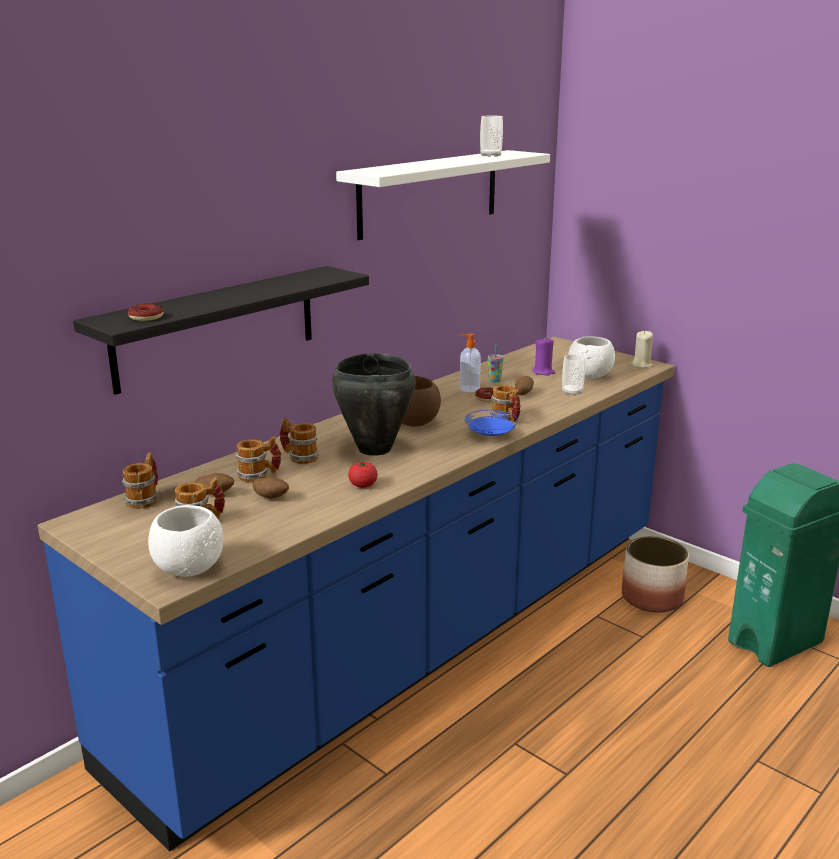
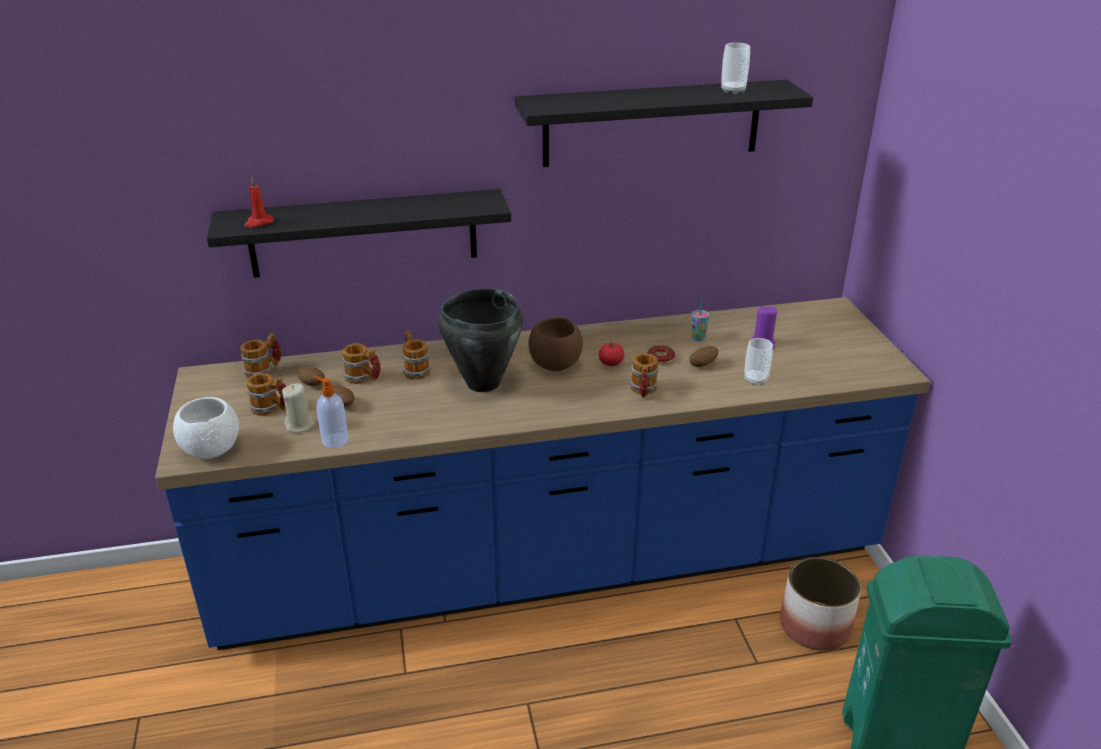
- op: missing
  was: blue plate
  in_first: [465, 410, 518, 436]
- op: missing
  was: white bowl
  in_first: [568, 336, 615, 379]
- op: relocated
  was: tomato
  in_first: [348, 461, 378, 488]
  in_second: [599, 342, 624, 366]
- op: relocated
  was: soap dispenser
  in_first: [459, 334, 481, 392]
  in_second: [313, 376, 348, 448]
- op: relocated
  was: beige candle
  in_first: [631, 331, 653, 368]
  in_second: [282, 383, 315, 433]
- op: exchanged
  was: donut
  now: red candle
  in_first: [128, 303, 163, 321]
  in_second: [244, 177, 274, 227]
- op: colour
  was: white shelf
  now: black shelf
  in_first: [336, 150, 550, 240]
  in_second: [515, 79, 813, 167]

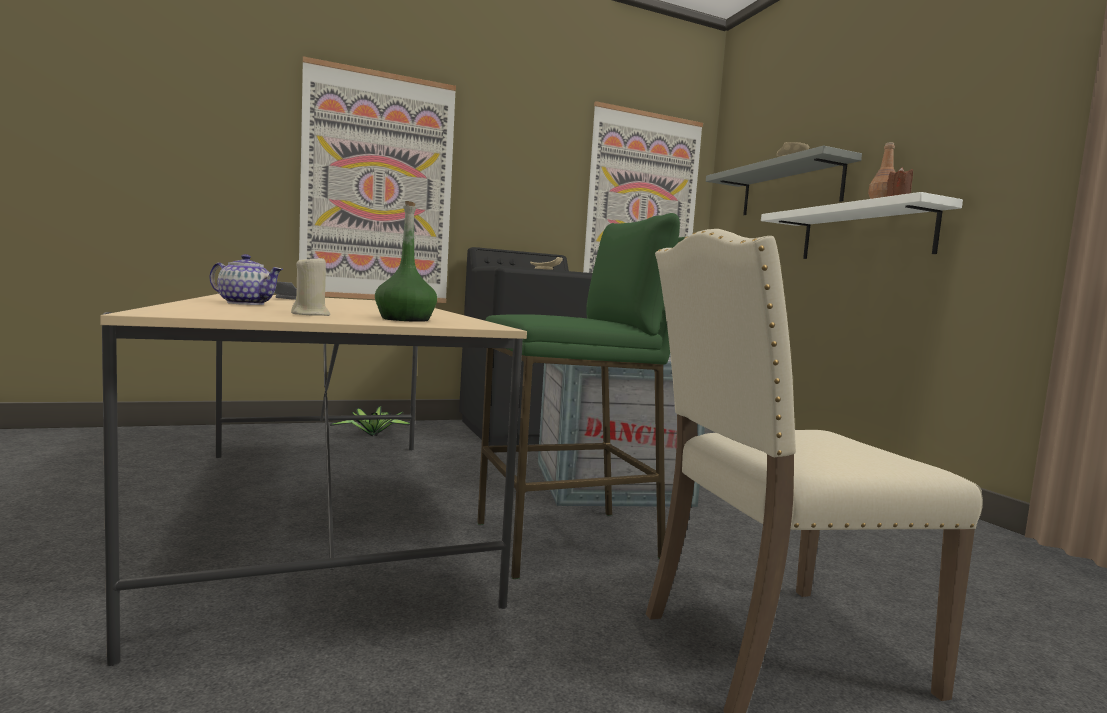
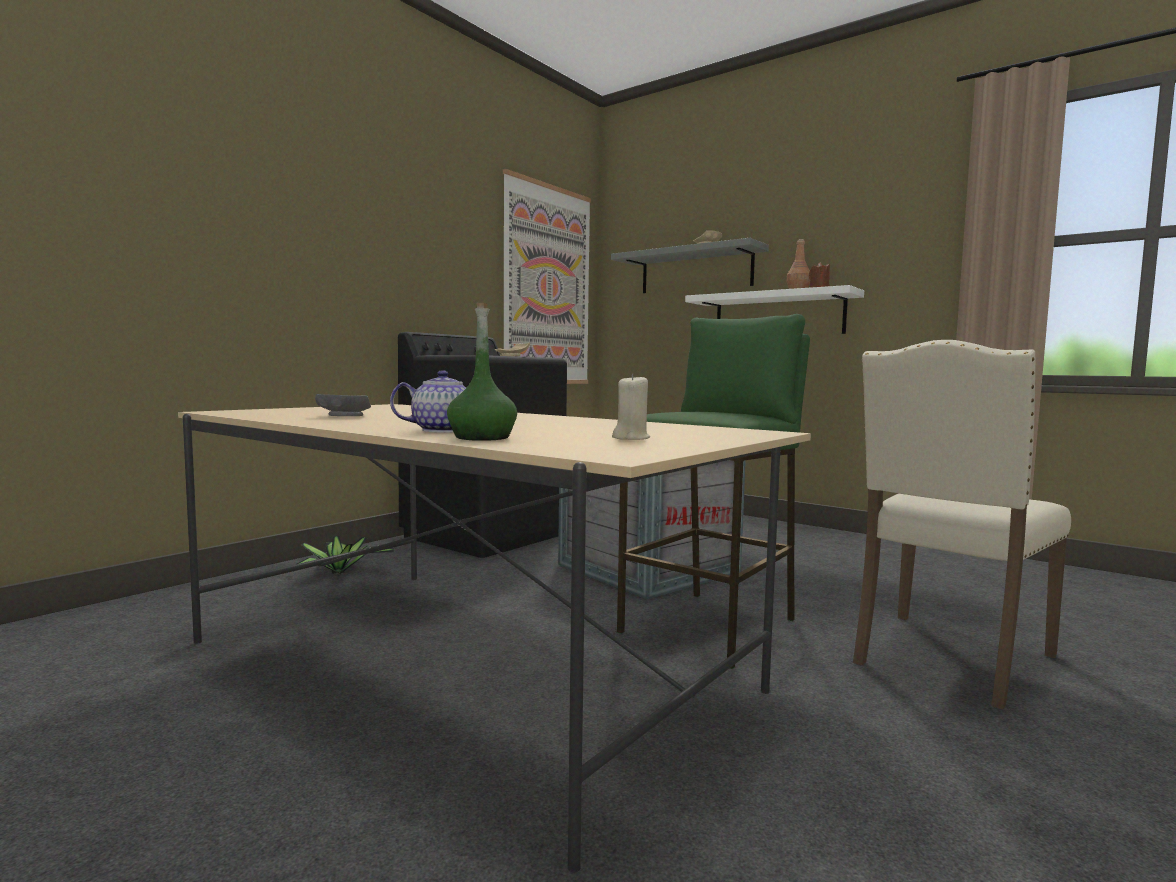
- op: missing
  was: picture
  in_first: [299, 56, 456, 303]
- op: relocated
  was: green bottle
  in_first: [375, 201, 437, 322]
  in_second: [447, 303, 517, 441]

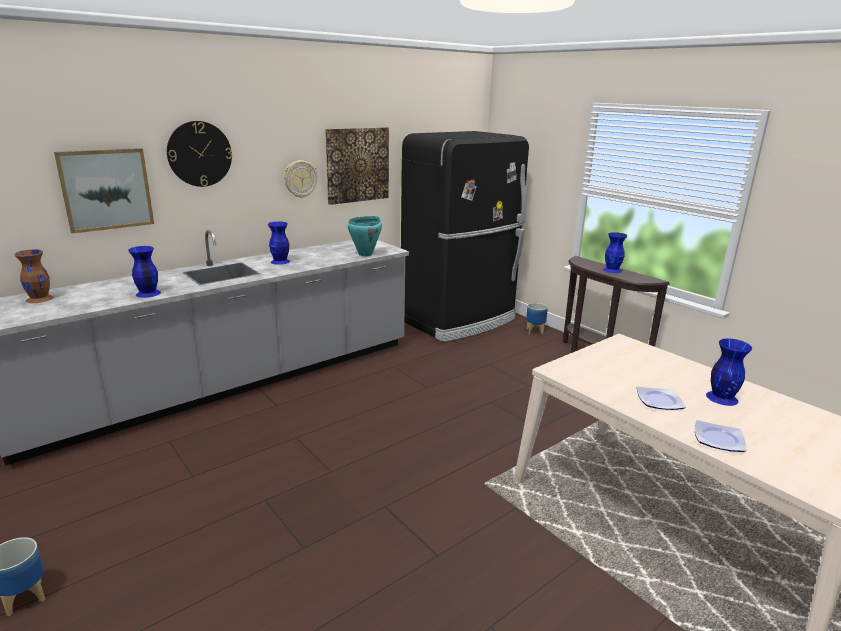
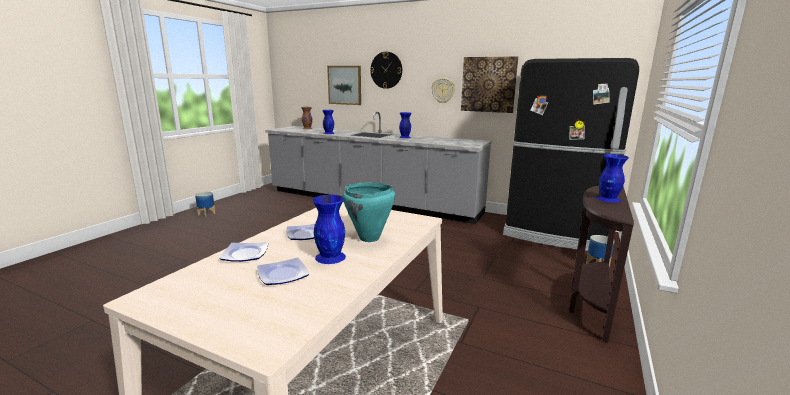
- op: appeared
  now: plate
  in_second: [257, 258, 309, 285]
- op: relocated
  was: turquoise cooking pot
  in_first: [348, 216, 382, 256]
  in_second: [343, 182, 395, 242]

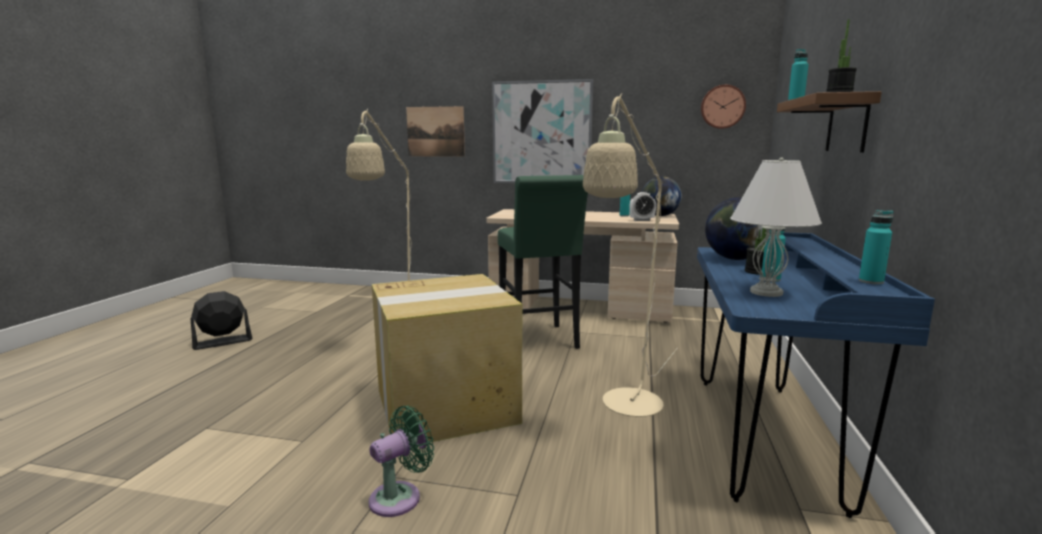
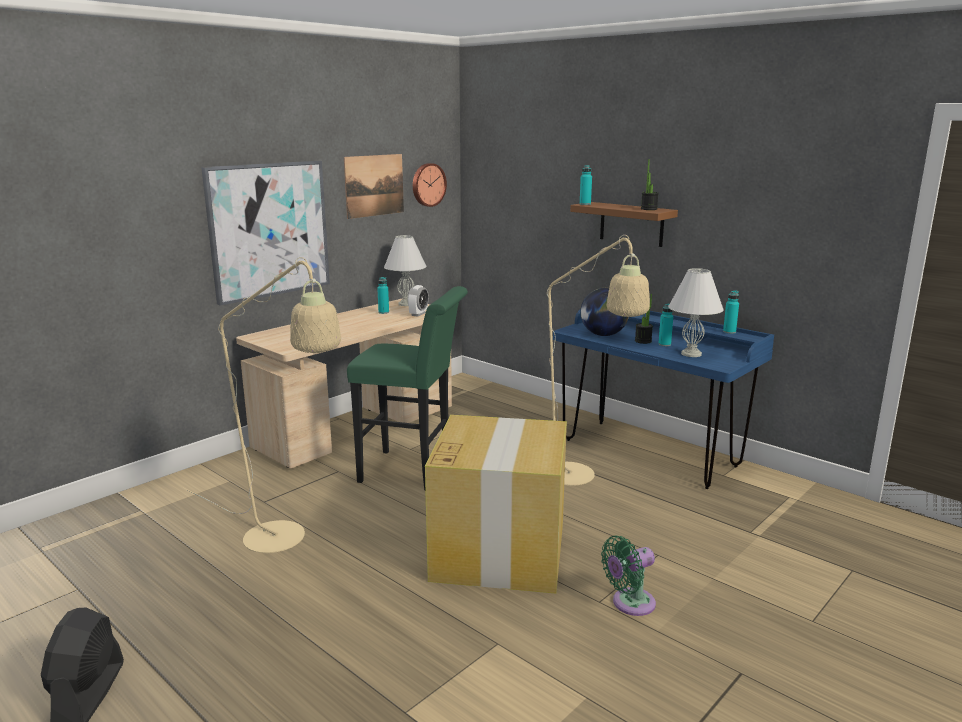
- op: relocated
  was: picture
  in_first: [406, 106, 465, 157]
  in_second: [344, 154, 404, 219]
- op: exchanged
  was: globe
  now: white table lamp
  in_first: [642, 176, 682, 216]
  in_second: [384, 235, 427, 306]
- op: spun
  was: green fan
  in_first: [369, 406, 434, 517]
  in_second: [601, 536, 656, 616]
  clockwise: -105

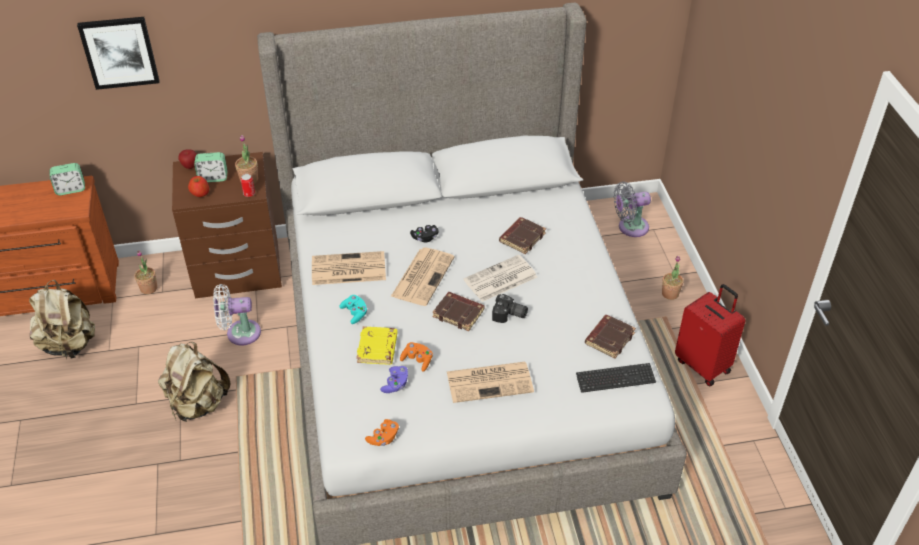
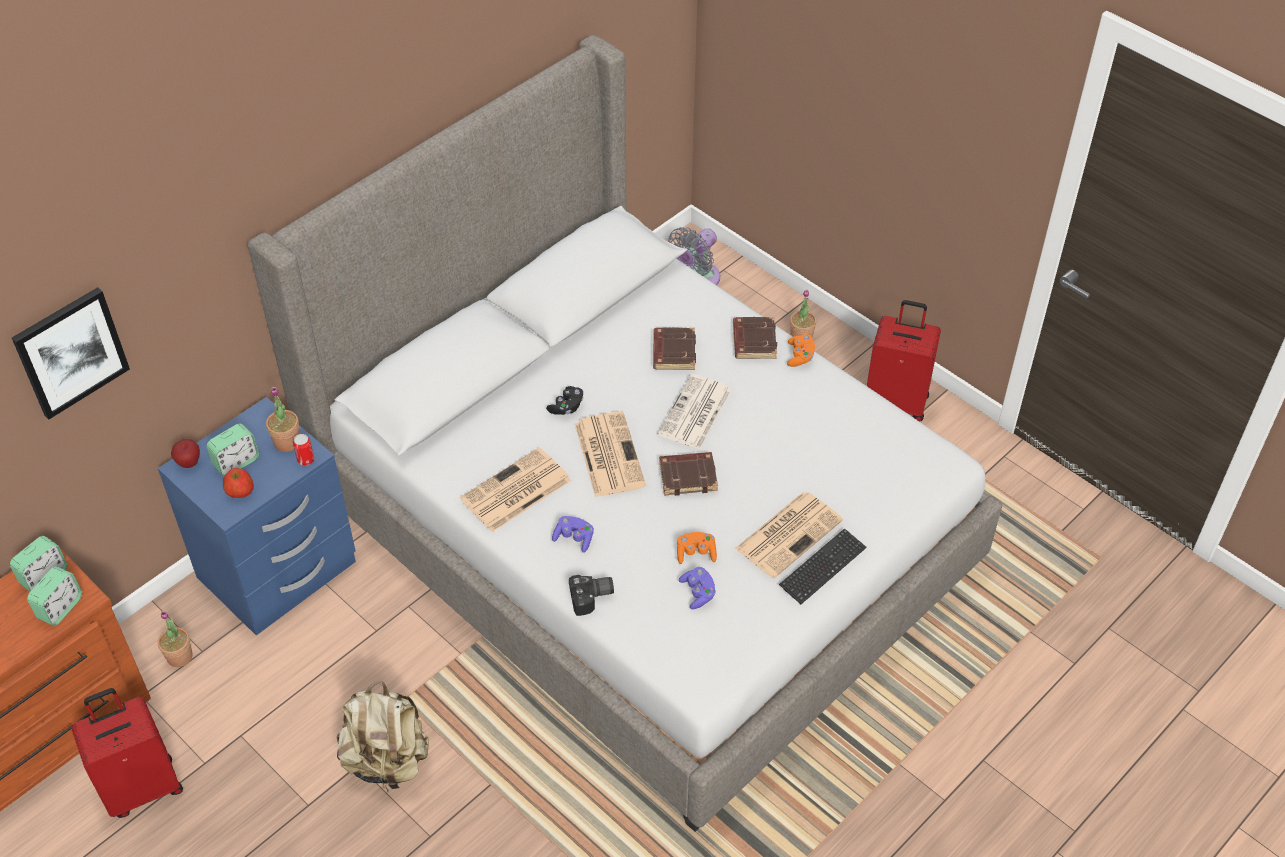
- op: missing
  was: white fan
  in_first: [213, 284, 261, 345]
- op: missing
  was: yellow book
  in_first: [357, 326, 398, 365]
- op: appeared
  now: alarm clock
  in_second: [27, 566, 82, 626]
- op: relocated
  was: orange game controller
  in_first: [365, 419, 399, 446]
  in_second: [787, 334, 815, 367]
- op: relocated
  was: photo camera
  in_first: [492, 294, 528, 323]
  in_second: [569, 575, 614, 616]
- op: relocated
  was: keyboard
  in_first: [576, 363, 656, 393]
  in_second: [779, 528, 866, 604]
- op: relocated
  was: brown book
  in_first: [585, 315, 636, 359]
  in_second: [733, 317, 777, 359]
- op: exchanged
  was: beige backpack
  now: red suitcase
  in_first: [29, 280, 95, 359]
  in_second: [71, 688, 183, 818]
- op: colour
  was: brown nightstand
  now: blue nightstand
  in_first: [172, 152, 282, 298]
  in_second: [158, 397, 356, 635]
- op: colour
  was: turquoise game controller
  now: purple game controller
  in_first: [339, 295, 368, 324]
  in_second: [552, 516, 594, 553]

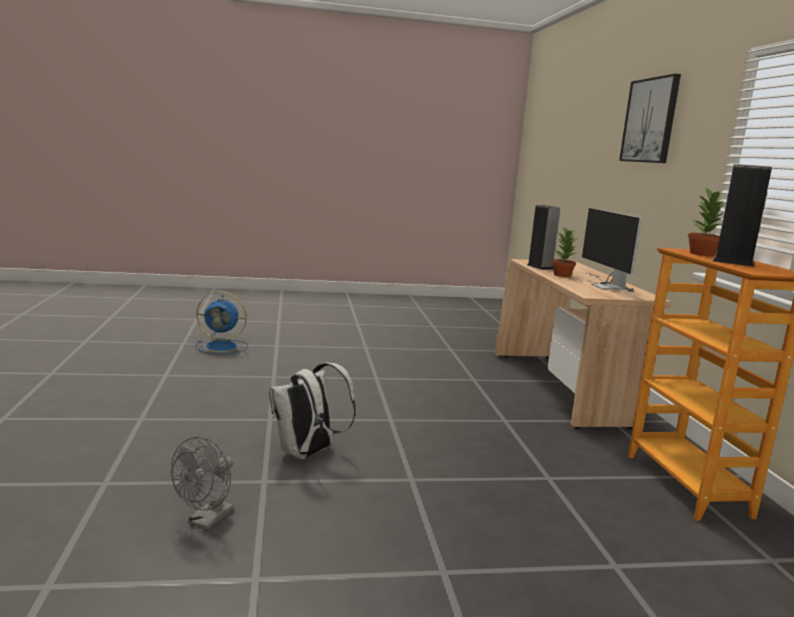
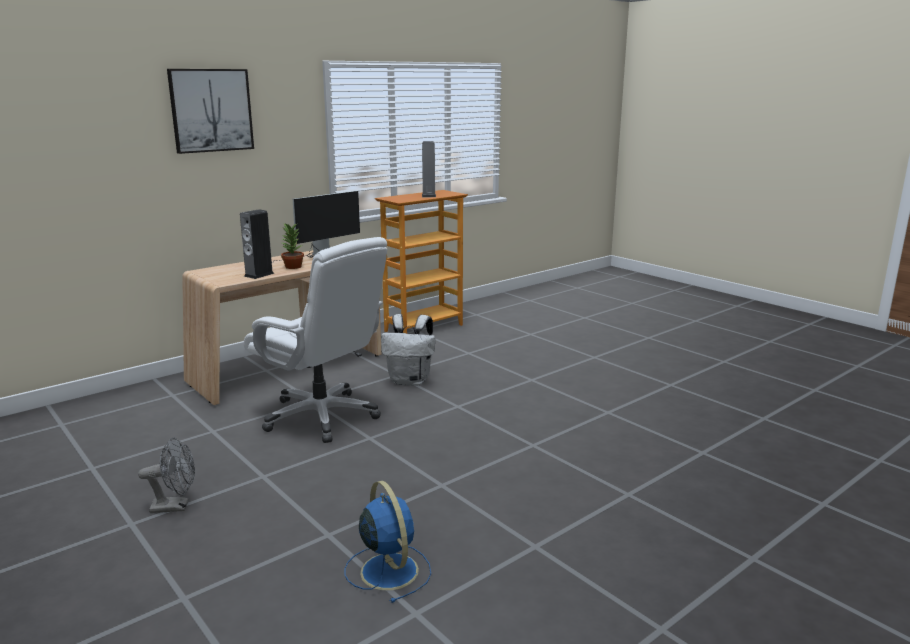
- op: missing
  was: potted plant
  in_first: [688, 186, 725, 256]
- op: appeared
  now: white office chair
  in_second: [244, 237, 387, 443]
- op: relocated
  was: grey fan
  in_first: [171, 437, 234, 530]
  in_second: [138, 437, 195, 513]
- op: relocated
  was: white backpack
  in_first: [269, 362, 356, 460]
  in_second: [381, 314, 435, 385]

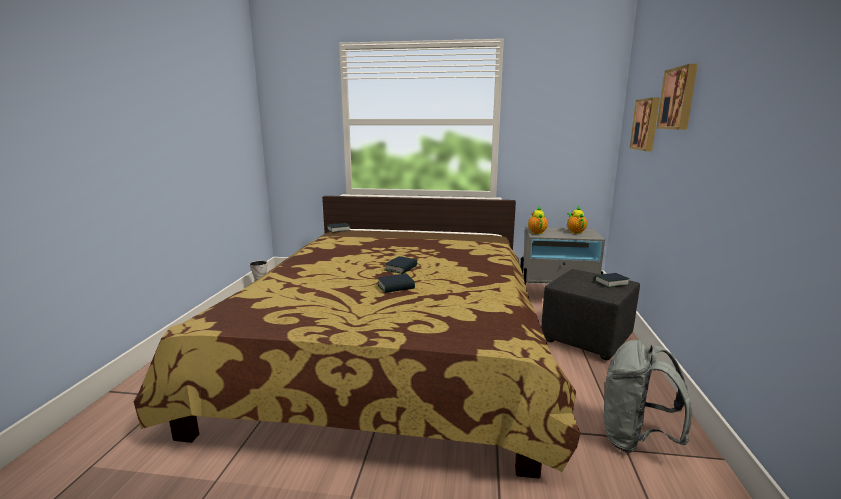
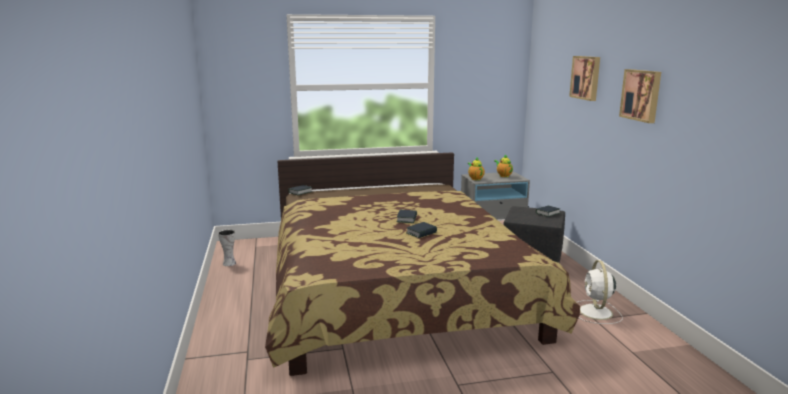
- op: relocated
  was: picture
  in_first: [630, 97, 660, 151]
  in_second: [619, 69, 661, 123]
- op: exchanged
  was: grey backpack
  now: white fan
  in_first: [604, 340, 693, 453]
  in_second: [576, 260, 623, 324]

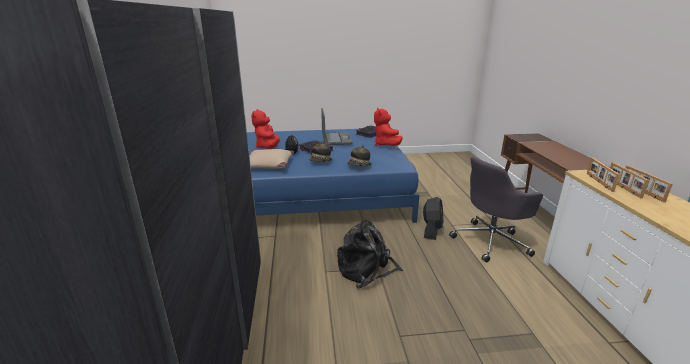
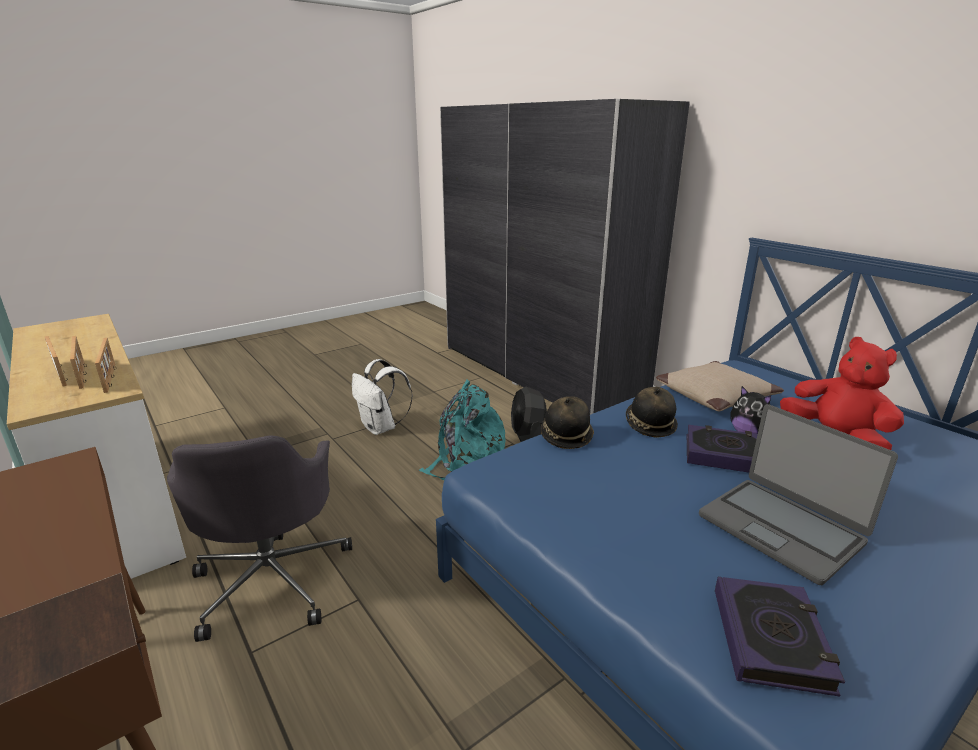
- op: missing
  was: red plush toy
  in_first: [374, 108, 403, 146]
- op: appeared
  now: white backpack
  in_second: [352, 359, 413, 435]
- op: relocated
  was: black fan
  in_first: [423, 197, 443, 240]
  in_second: [511, 387, 547, 442]
- op: colour
  was: black backpack
  now: turquoise backpack
  in_first: [337, 220, 403, 288]
  in_second: [419, 379, 506, 480]
- op: spun
  was: grey office chair
  in_first: [449, 156, 543, 263]
  in_second: [167, 436, 352, 642]
  clockwise: 135

